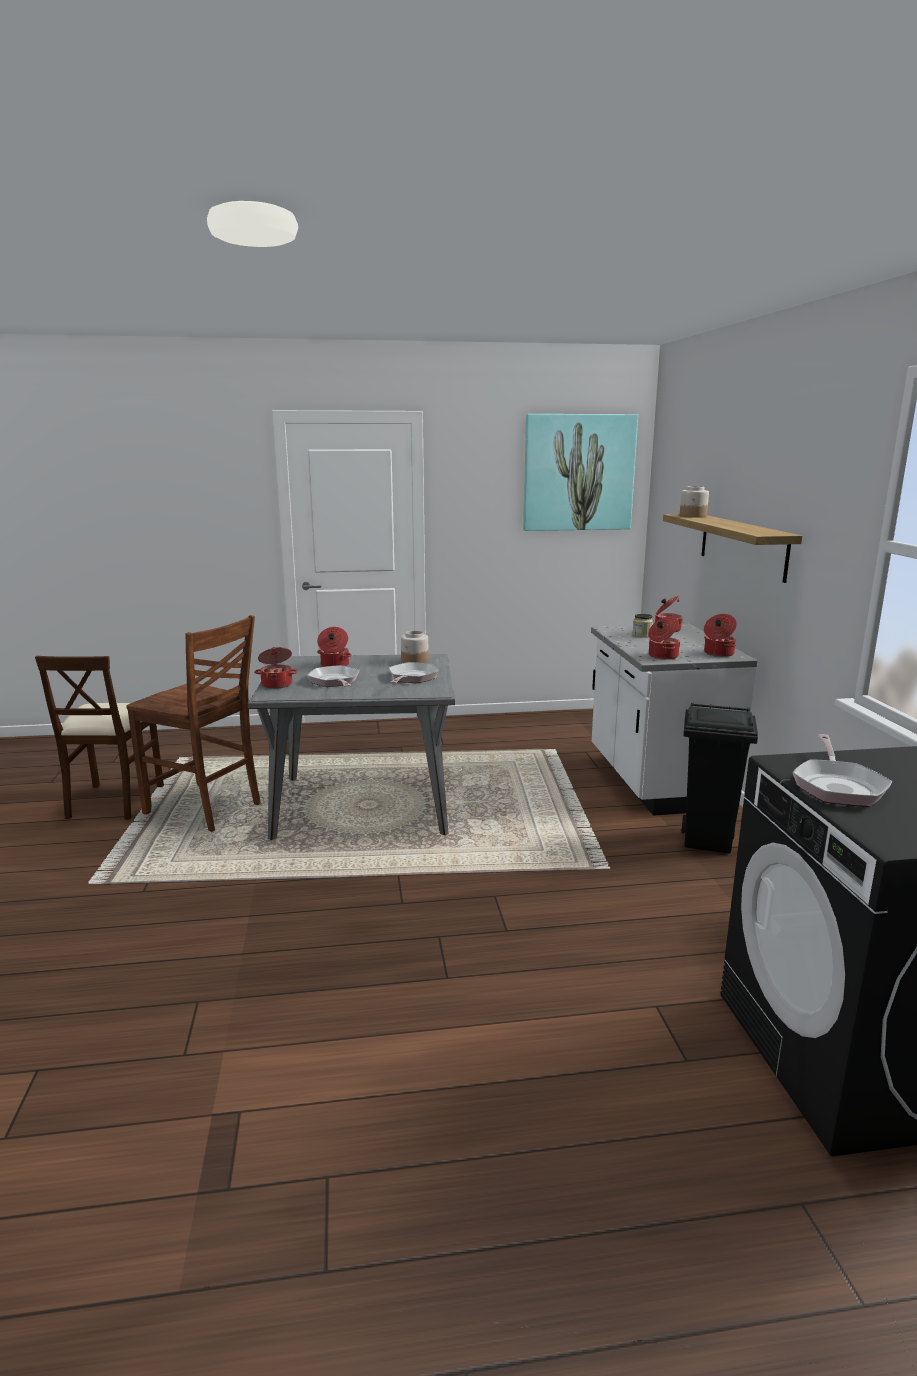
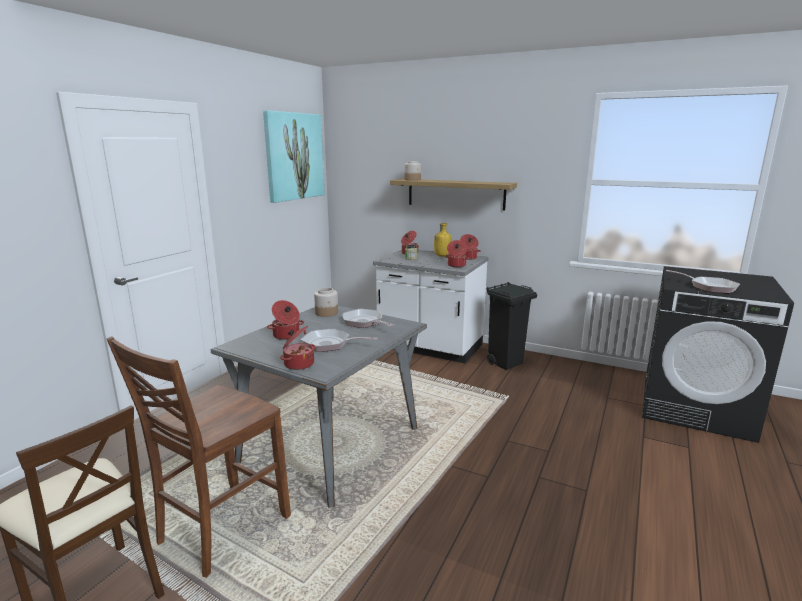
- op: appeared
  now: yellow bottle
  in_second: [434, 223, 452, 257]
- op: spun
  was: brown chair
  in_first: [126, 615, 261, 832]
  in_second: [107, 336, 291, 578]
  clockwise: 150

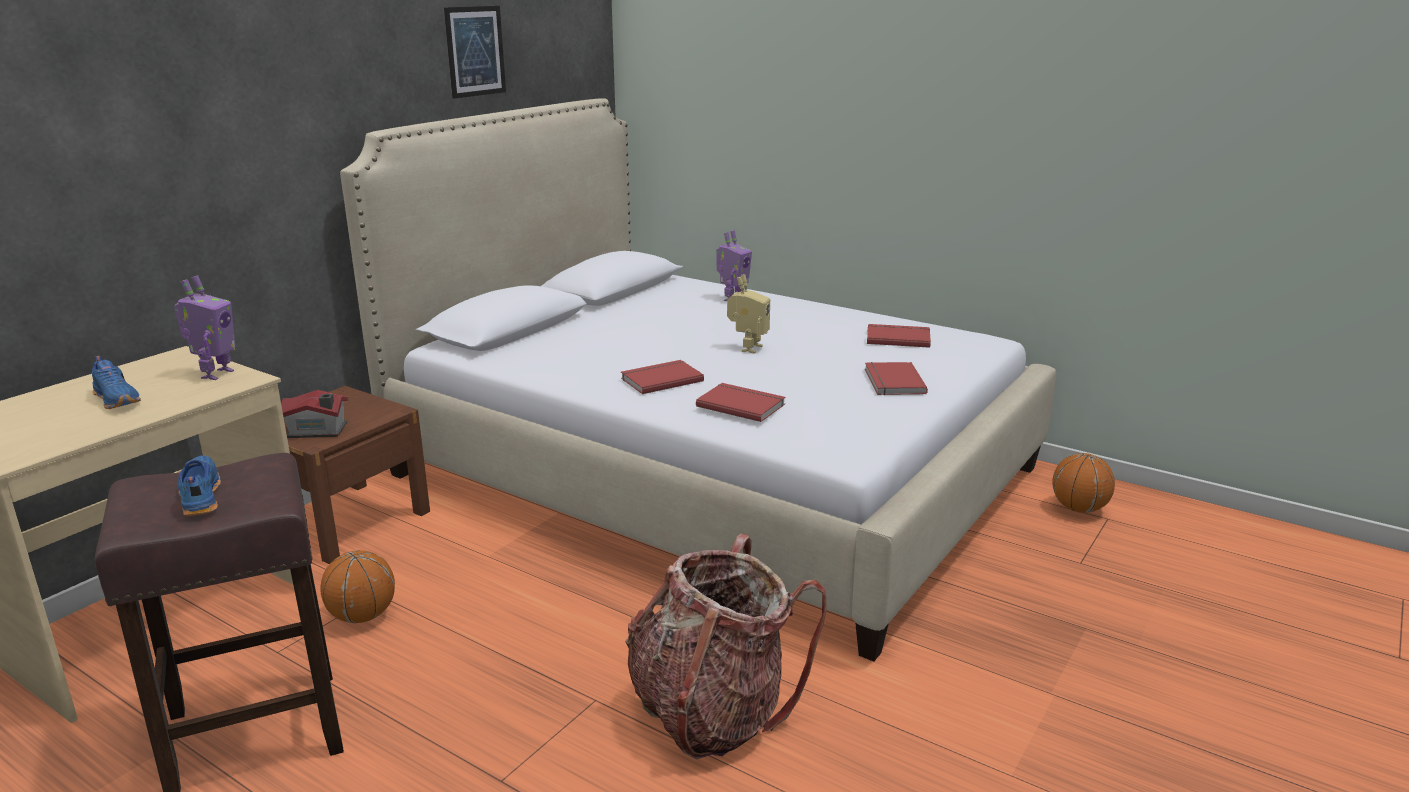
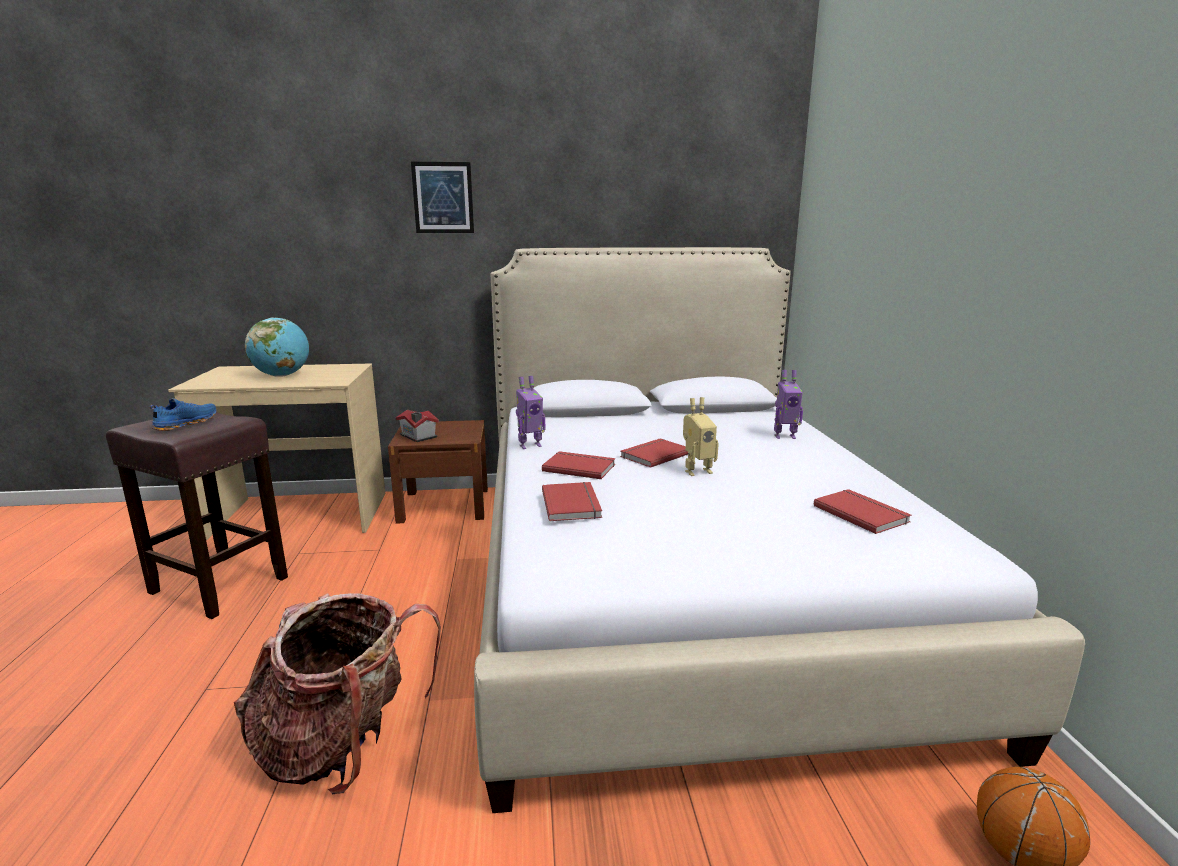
- op: missing
  was: basketball
  in_first: [320, 550, 395, 623]
- op: relocated
  was: toy robot
  in_first: [174, 275, 235, 380]
  in_second: [516, 376, 545, 449]
- op: relocated
  was: picture
  in_first: [444, 6, 506, 99]
  in_second: [411, 162, 474, 233]
- op: relocated
  was: red book
  in_first: [865, 362, 928, 395]
  in_second: [620, 439, 688, 468]
- op: exchanged
  was: blue shoe
  now: globe
  in_first: [92, 356, 141, 409]
  in_second: [245, 318, 309, 377]

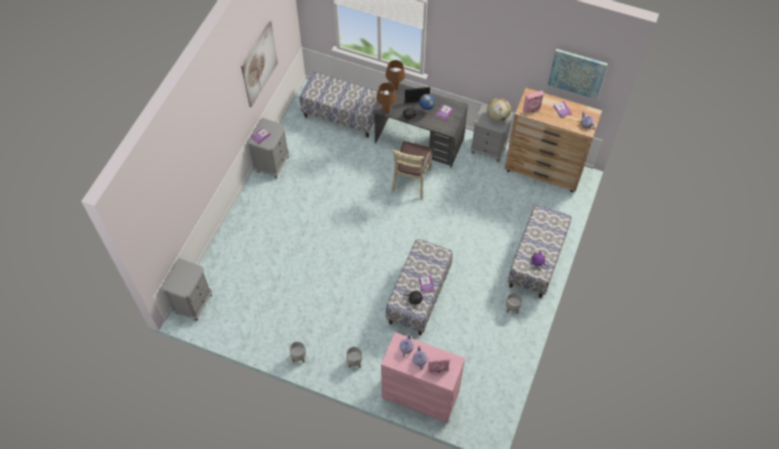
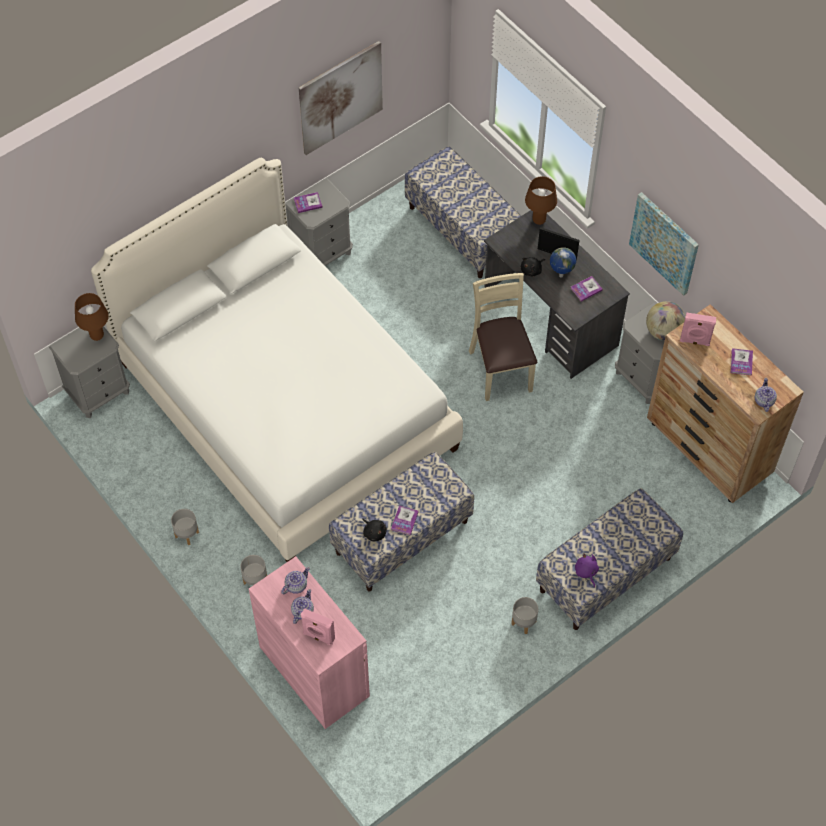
- op: appeared
  now: white bed
  in_second: [91, 158, 463, 562]
- op: relocated
  was: brown table lamp
  in_first: [376, 83, 396, 113]
  in_second: [75, 293, 109, 341]
- op: relocated
  was: picture
  in_first: [548, 49, 608, 99]
  in_second: [629, 192, 699, 296]
- op: spun
  was: beige chair
  in_first: [392, 141, 433, 199]
  in_second: [469, 273, 537, 401]
  clockwise: 120

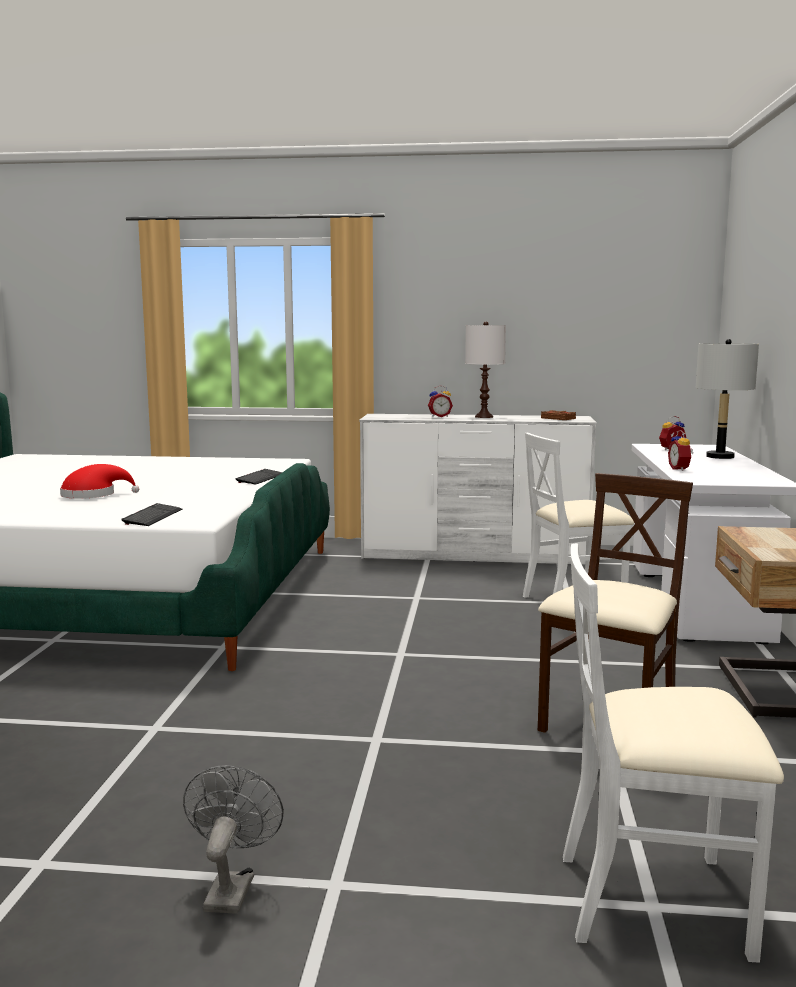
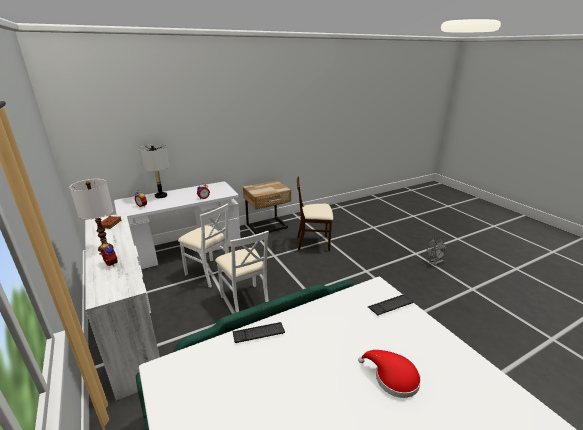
- op: relocated
  was: white chair
  in_first: [563, 543, 784, 963]
  in_second: [215, 231, 269, 312]

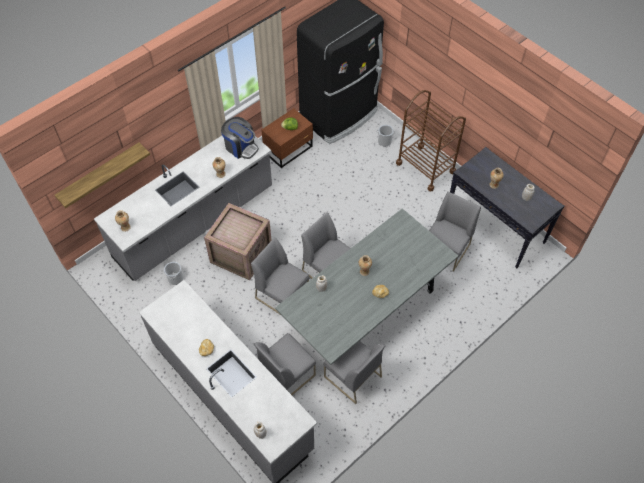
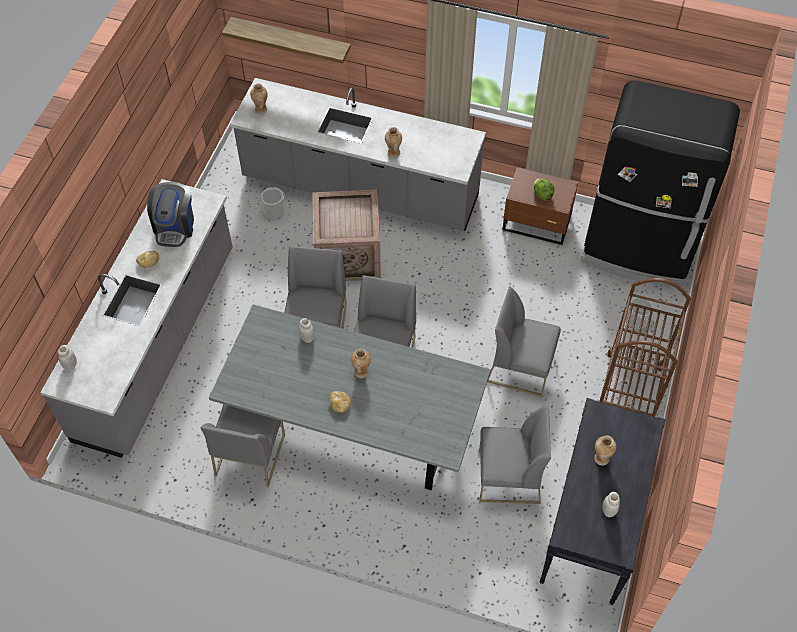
- op: relocated
  was: coffee machine
  in_first: [221, 117, 259, 159]
  in_second: [147, 182, 194, 247]
- op: relocated
  was: grey chair
  in_first: [254, 333, 316, 395]
  in_second: [487, 286, 561, 397]

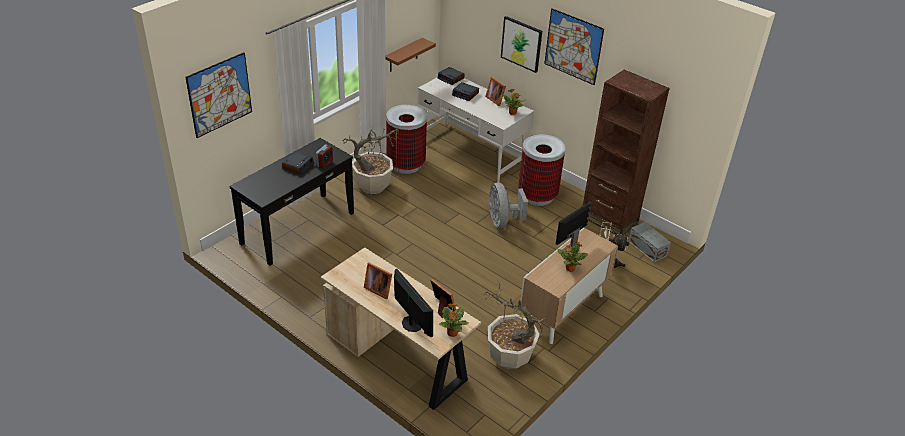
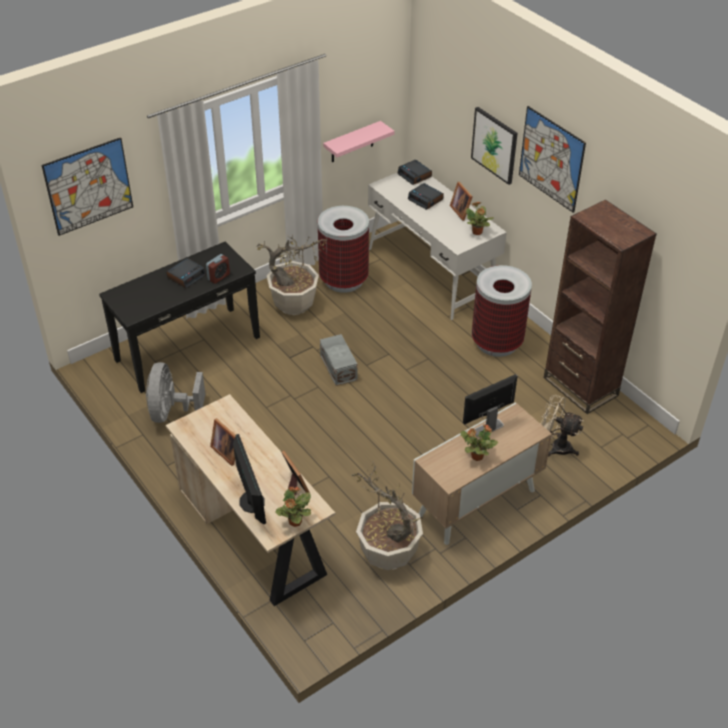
- op: relocated
  was: grey fan
  in_first: [488, 183, 528, 228]
  in_second: [146, 362, 205, 423]
- op: relocated
  was: grey storage box
  in_first: [628, 222, 671, 263]
  in_second: [320, 334, 357, 386]
- op: colour
  was: brown shelf
  now: pink shelf
  in_first: [385, 38, 436, 72]
  in_second: [323, 121, 394, 162]

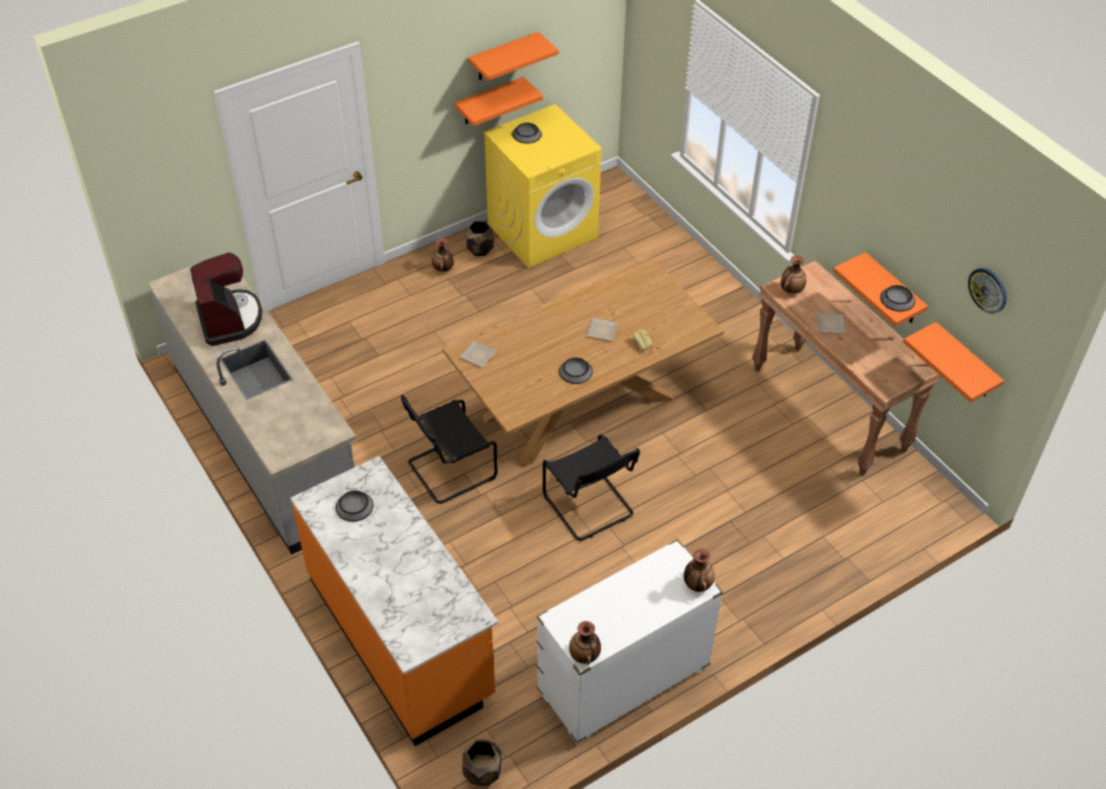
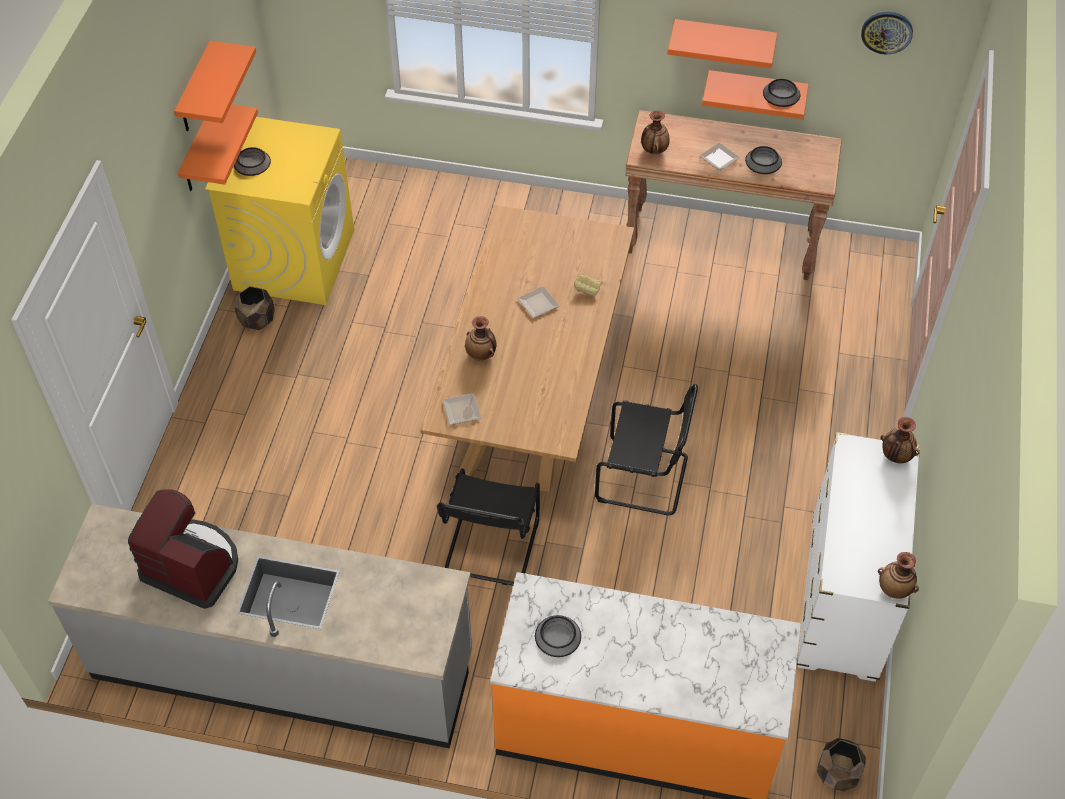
- op: relocated
  was: vase
  in_first: [432, 238, 454, 272]
  in_second: [465, 316, 497, 360]
- op: relocated
  was: bowl
  in_first: [559, 358, 593, 384]
  in_second: [745, 146, 782, 174]
- op: relocated
  was: orange shelf
  in_first: [903, 322, 1004, 402]
  in_second: [668, 19, 777, 69]

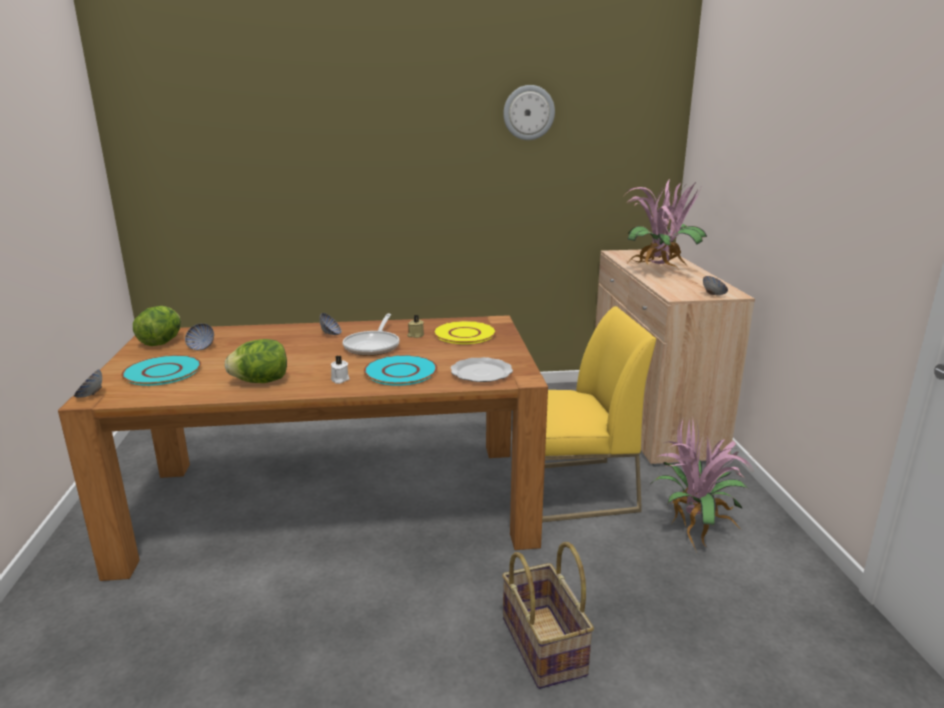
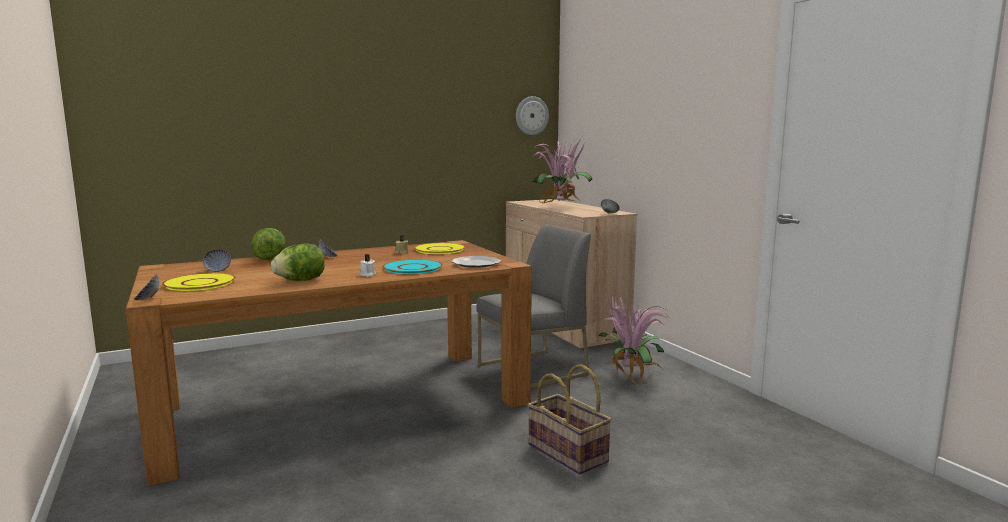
- op: missing
  was: frying pan
  in_first: [343, 314, 399, 356]
- op: relocated
  was: lettuce
  in_first: [133, 306, 181, 346]
  in_second: [251, 228, 286, 260]
- op: relocated
  was: wall clock
  in_first: [503, 85, 555, 140]
  in_second: [516, 96, 549, 135]
- op: colour
  was: turquoise plate
  now: yellow plate
  in_first: [121, 355, 201, 386]
  in_second: [162, 273, 236, 291]
- op: colour
  was: yellow chair
  now: grey chair
  in_first: [542, 306, 656, 522]
  in_second: [477, 224, 591, 388]

